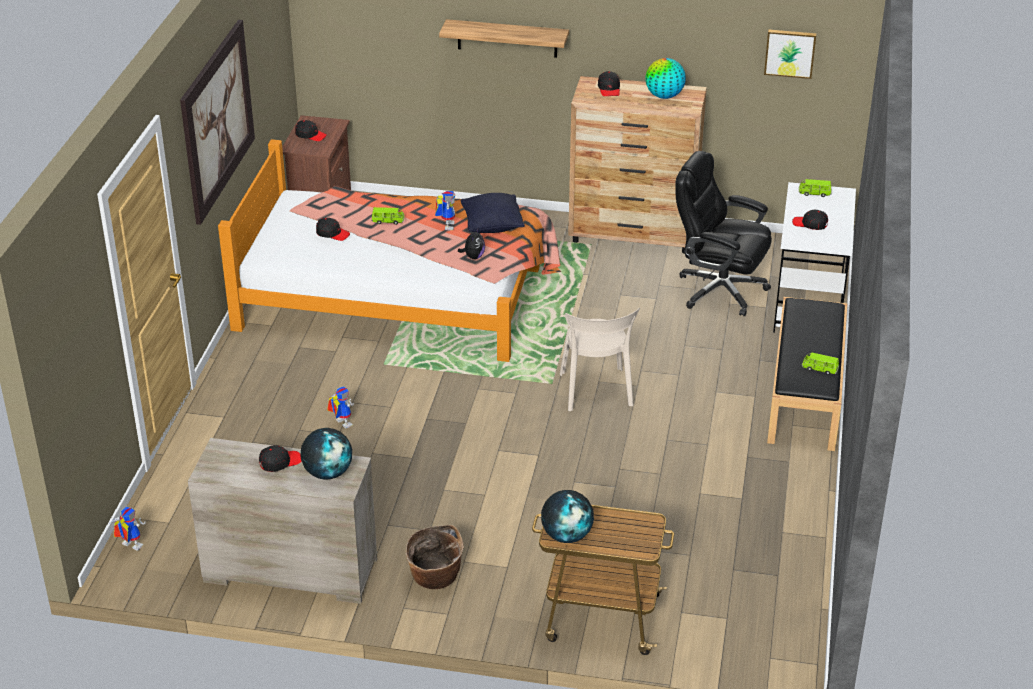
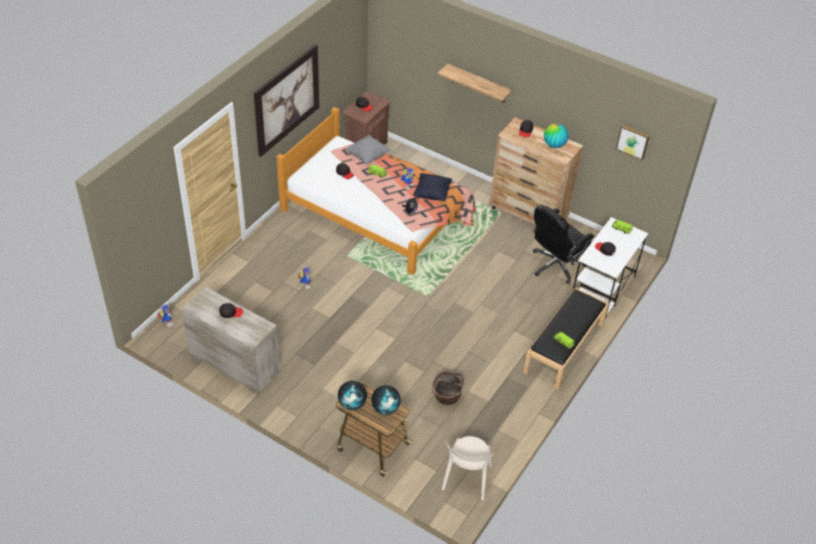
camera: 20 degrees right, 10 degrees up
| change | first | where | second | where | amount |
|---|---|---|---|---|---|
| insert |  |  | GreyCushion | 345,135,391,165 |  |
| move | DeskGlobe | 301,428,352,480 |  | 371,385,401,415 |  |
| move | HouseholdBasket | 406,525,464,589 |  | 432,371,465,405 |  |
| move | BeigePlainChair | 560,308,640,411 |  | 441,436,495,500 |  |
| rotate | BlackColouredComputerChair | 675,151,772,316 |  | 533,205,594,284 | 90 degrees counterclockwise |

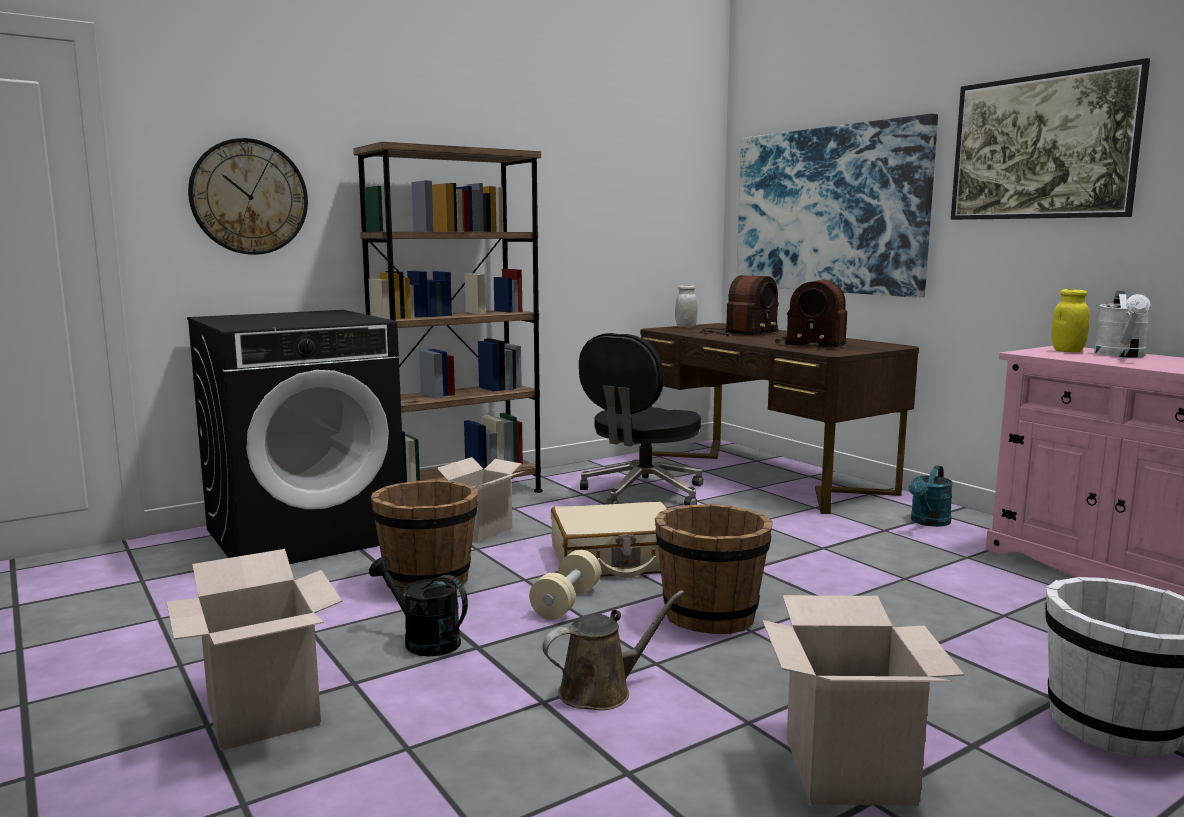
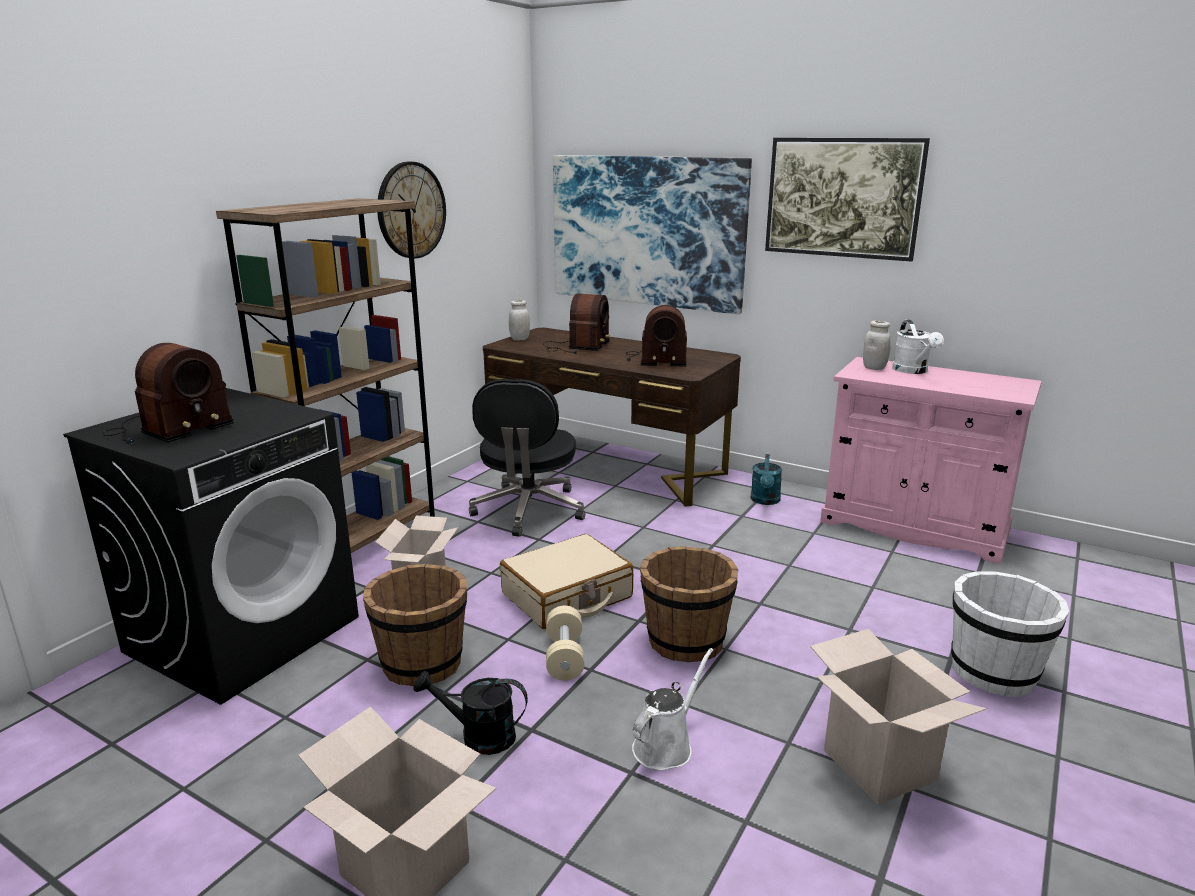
camera: 25 degrees left, 10 degrees up
| change | first | where | second | where | amount |
|---|---|---|---|---|---|
| insert |  |  | RadioSet | 102,343,234,445 |  |
| move | WallClock | 188,138,308,255 |  | 377,162,446,259 |  |
| recolor | BrownColouredWateringCan | 542,590,684,710 | WhitishWateringCan | 632,648,713,771 |  |
| recolor | YellowColouredPreserveJar | 1051,289,1089,352 | WhitishPreserveJar | 863,320,890,370 |  |

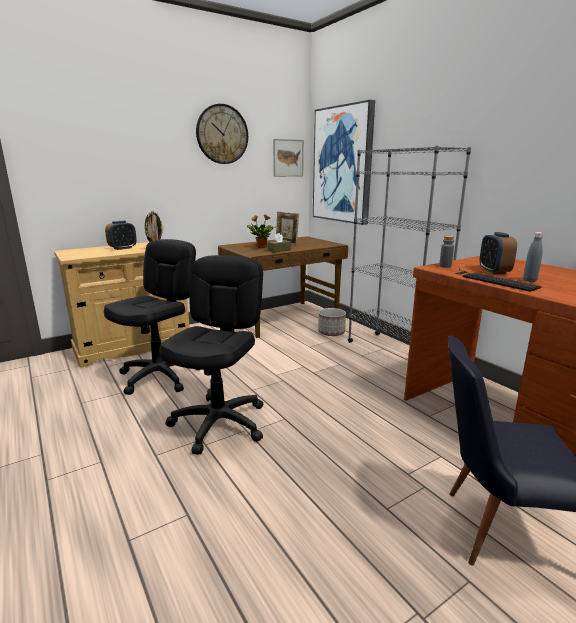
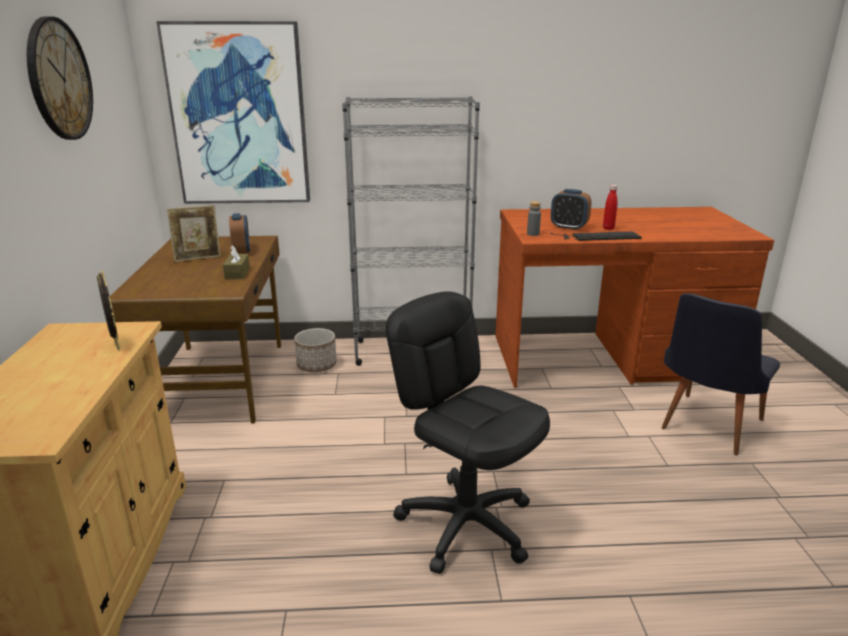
camera: 60 degrees left, 5 degrees up
| change | first | where | second | where | amount |
|---|---|---|---|---|---|
| delete | BlackColouredComputerChair | 104,239,200,395 |  |  |  |
| delete | PlantInAPot | 247,215,275,248 |  |  |  |
| delete | Picture | 273,139,304,177 |  |  |  |
| move | AlarmClock | 105,221,137,250 |  | 229,213,250,254 |  |
| recolor | GreyDrinkBottle | 523,232,543,282 | ReddishDrinkBottle | 603,185,618,230 |  |

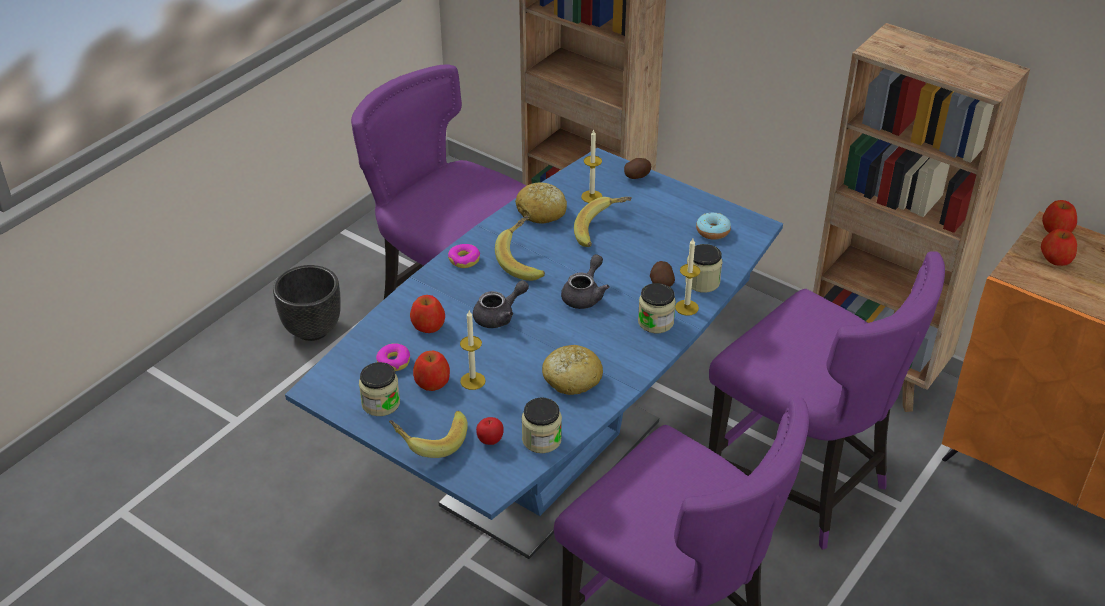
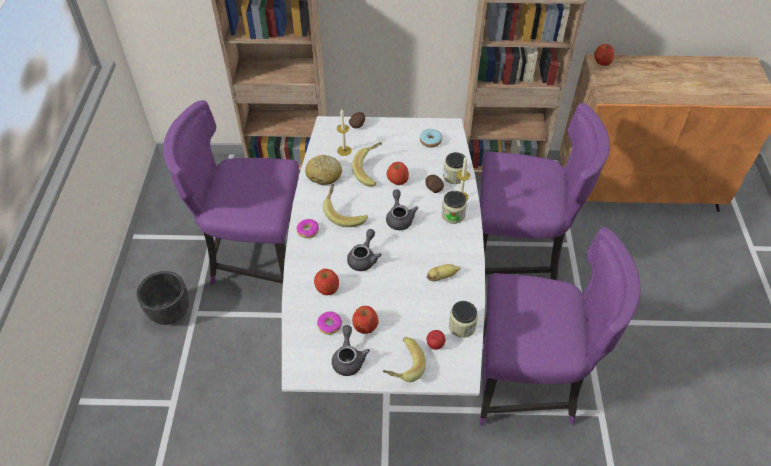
camera: 35 degrees left, 10 degrees up
| change | first | where | second | where | amount |
|---|---|---|---|---|---|
| delete | WaxLight | 460,311,486,390 |  |  |  |
| move | WholeApple | 1041,229,1077,266 |  | 387,162,409,185 |  |
| replace | PreserveJar | 359,362,400,416 | GreyPotForTea | 332,325,370,376 |  |
| replace | BakedBread | 542,345,603,395 | WholeBanana | 427,264,460,281 |  |
| recolor | BlueColouredKitchenTable | 285,148,783,559 | WhitishKitchenTable | 282,116,485,396 |  |

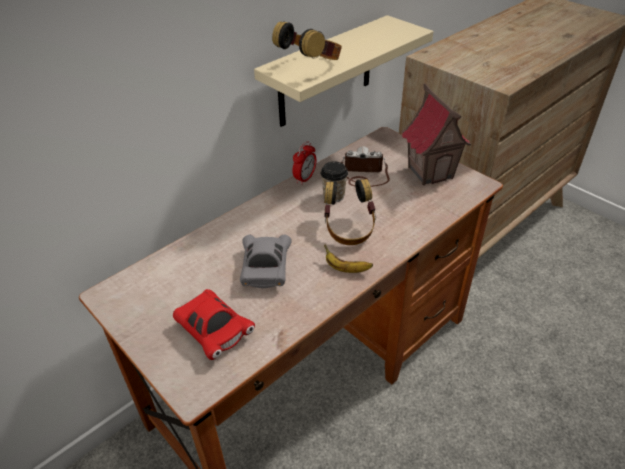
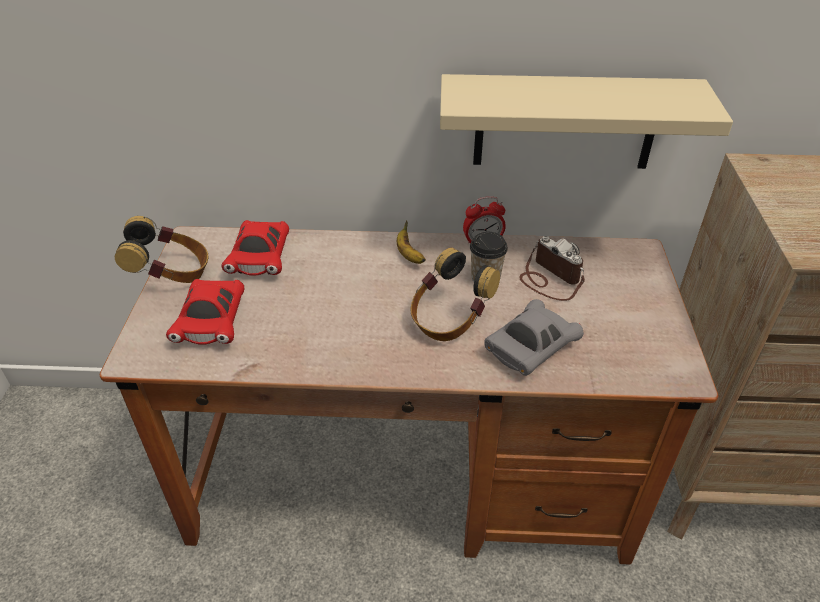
camera: 45 degrees right, 0 degrees up
| change | first | where | second | where | amount |
|---|---|---|---|---|---|
| delete | MiniatureHouse | 401,83,472,186 |  |  |  |
| insert |  |  | ReddishModelCar | 221,220,289,276 |  |
| move | GreyModelCar | 240,234,292,288 |  | 484,299,584,376 |  |
| move | Headset | 272,21,342,60 |  | 115,216,208,283 |  |
| move | WholeBanana | 324,244,373,273 |  | 397,220,426,264 |  |

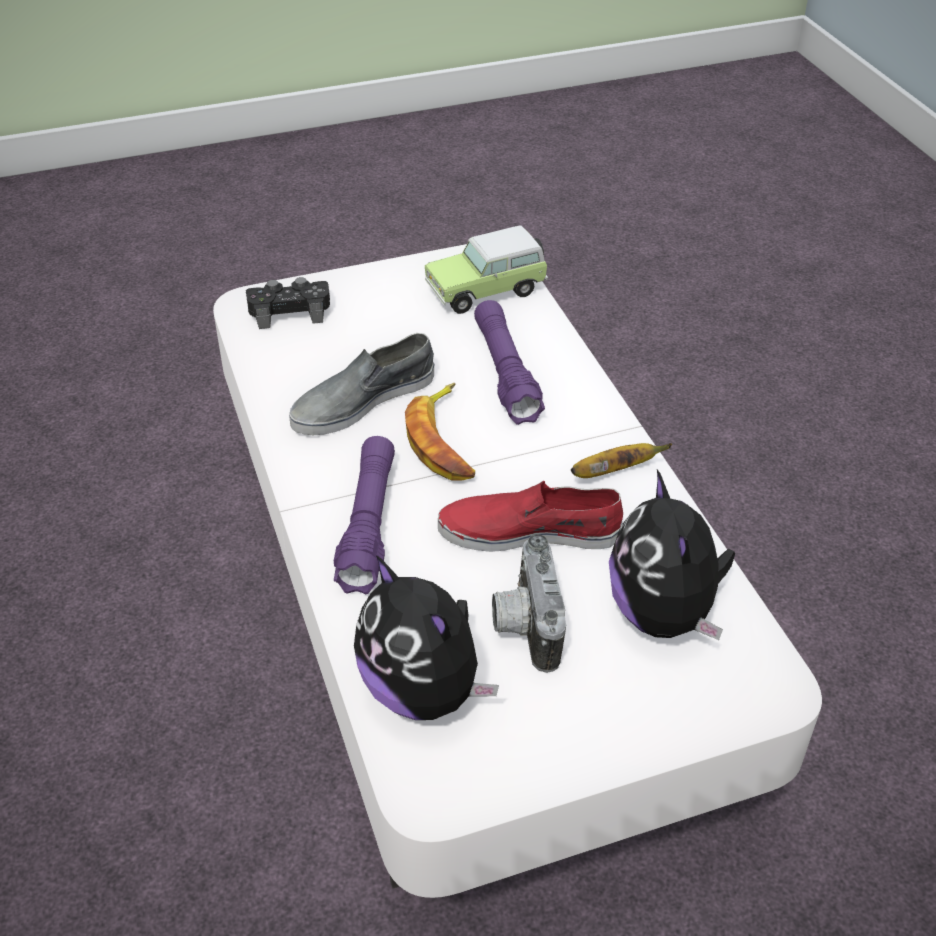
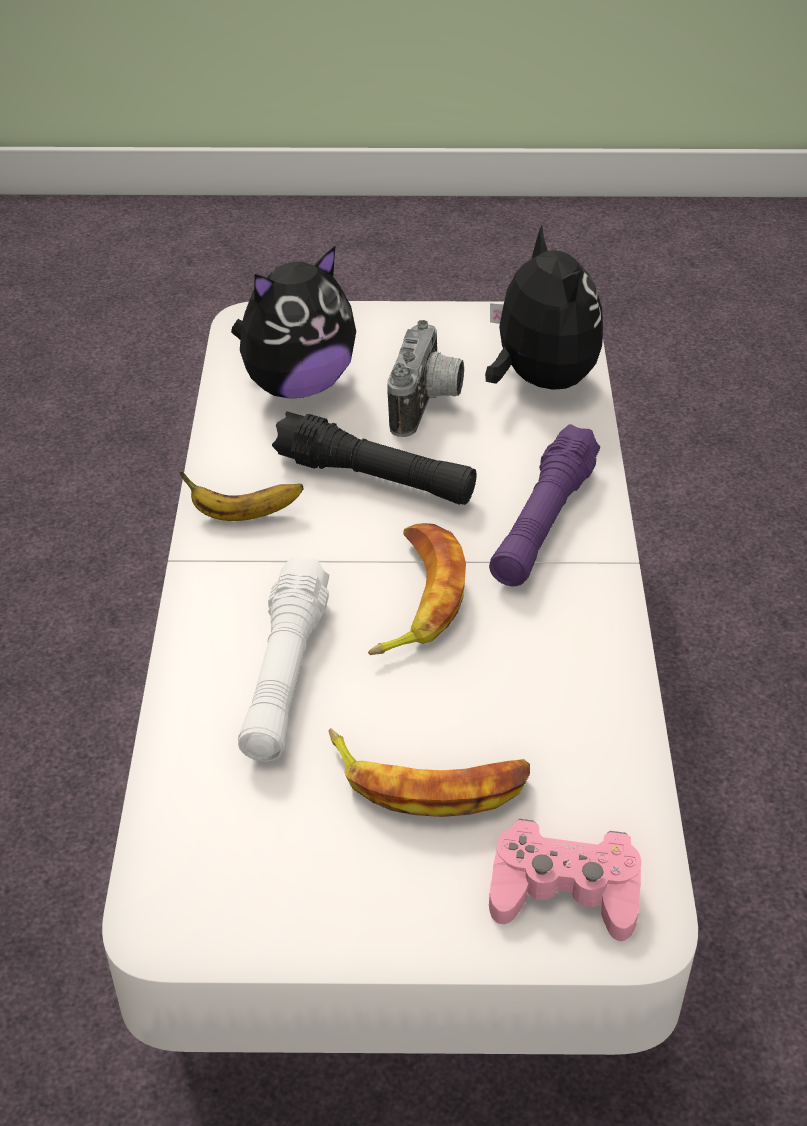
camera: 160 degrees left, 0 degrees up
| change | first | where | second | where | amount |
|---|---|---|---|---|---|
| delete | GreyLowShoe | 289,333,434,435 |  |  |  |
| delete | ModelCar | 425,226,548,314 |  |  |  |
| insert |  |  | WholeBanana | 328,728,530,817 |  |
| replace | ReddishLowShoe | 438,481,623,552 | BlackColouredHandTorch | 272,412,477,505 |  |
| recolor | BlackColouredGamepad | 246,277,330,329 | PinkColouredGamepad | 489,819,642,941 |  |
| recolor | PurplishHandTorch | 474,300,545,425 | WhitishHandTorch | 238,557,329,761 |  |
| rotate | PlushToy | 609,470,735,640 |  | 231,245,356,398 | 45 degrees clockwise |

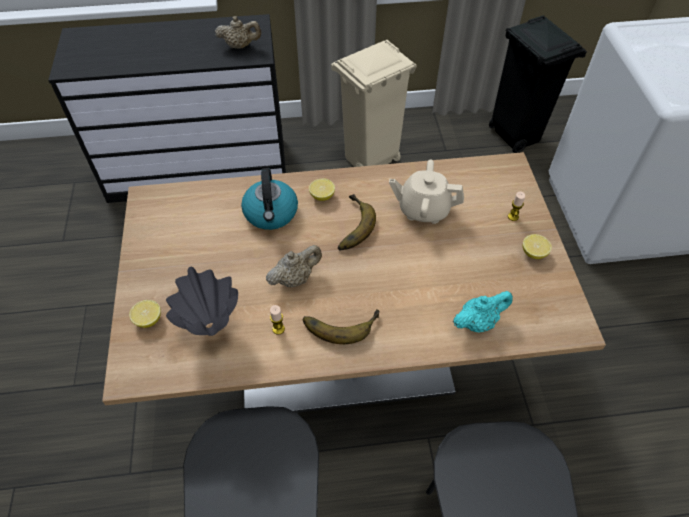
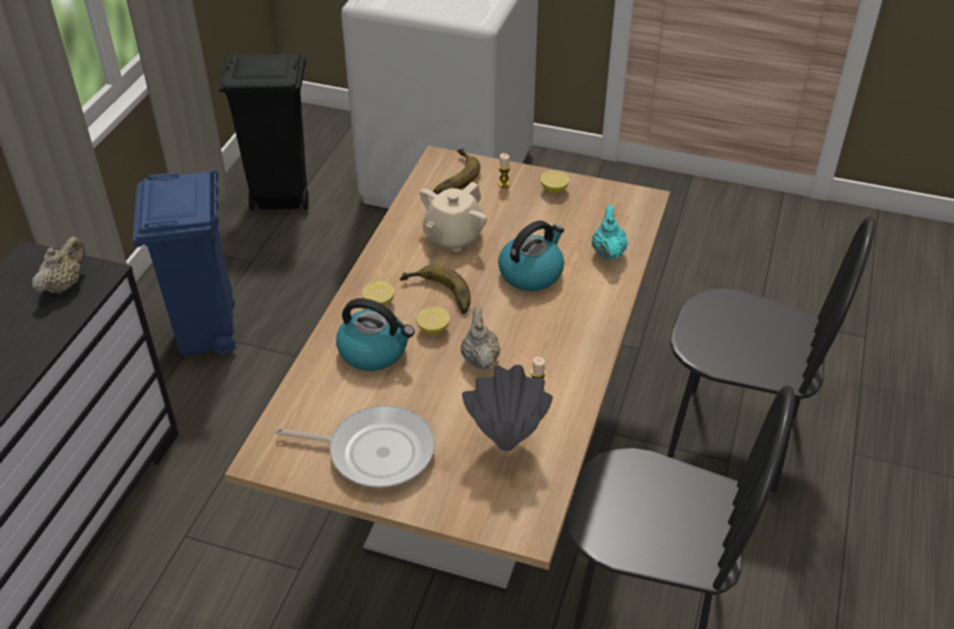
camera: 65 degrees left, 10 degrees down
| change | first | where | second | where | amount |
|---|---|---|---|---|---|
| insert |  |  | Pan | 275,405,435,488 |  |
| insert |  |  | TeaKettle | 498,220,564,291 |  |
| move | CitrusFruit | 129,300,161,328 |  | 416,307,450,334 |  |
| move | WholeBanana | 303,309,379,344 |  | 433,148,480,195 |  |
| recolor | BeigeTrashCan | 331,39,417,167 | BlueColouredTrashCan | 133,170,236,356 |  |

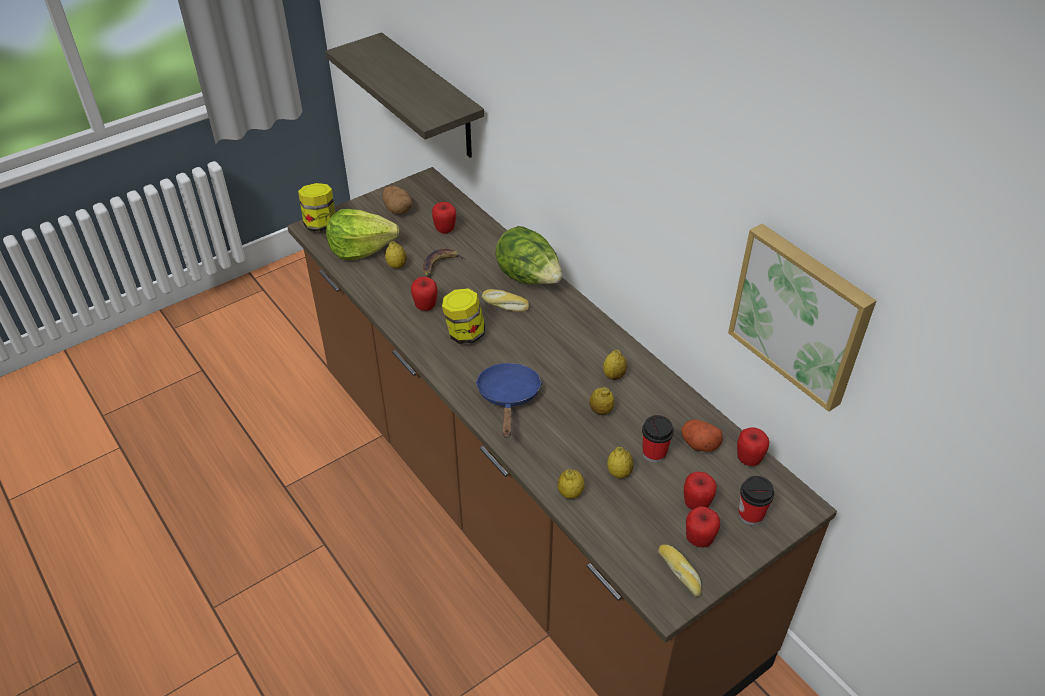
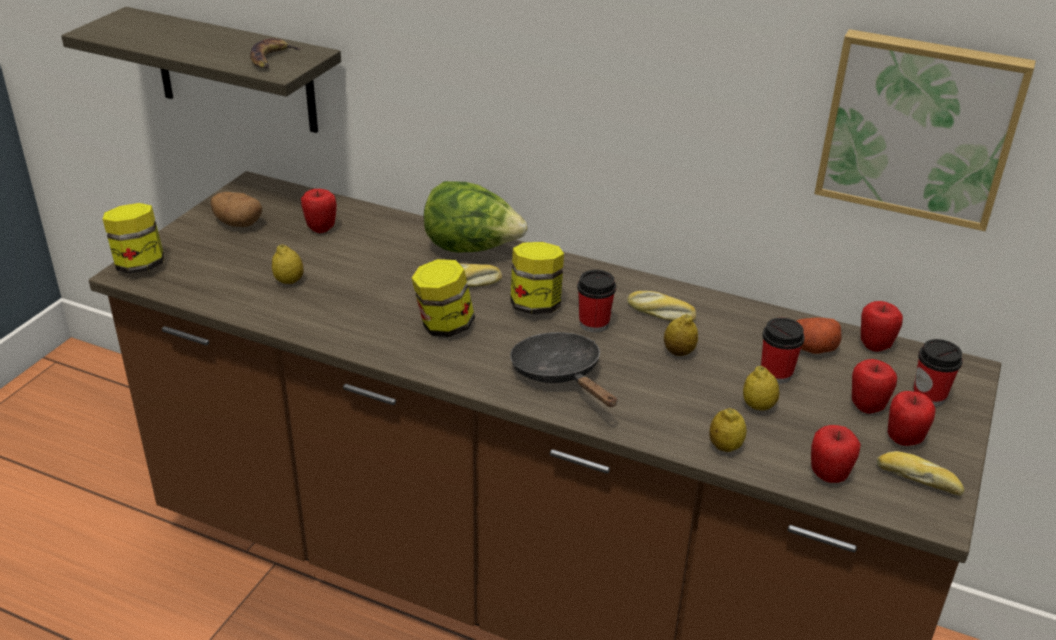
camera: 30 degrees left, 10 degrees down
| change | first | where | second | where | amount |
|---|---|---|---|---|---|
| delete | Lettuce | 326,209,399,260 |  |  |  |
| insert |  |  | PreserveJar | 510,242,564,314 |  |
| insert |  |  | SmallCup | 577,270,616,333 |  |
| move | WholeApple | 411,277,438,311 |  | 811,425,861,483 |  |
| move | WholeBanana | 423,248,467,277 |  | 250,38,302,69 |  |
| replace | CitrusFruit | 603,350,627,380 | BakedBread | 627,291,696,321 |  |
| recolor | BlueColouredPan | 476,363,542,438 | BlackColouredPan | 510,332,617,407 |  |

